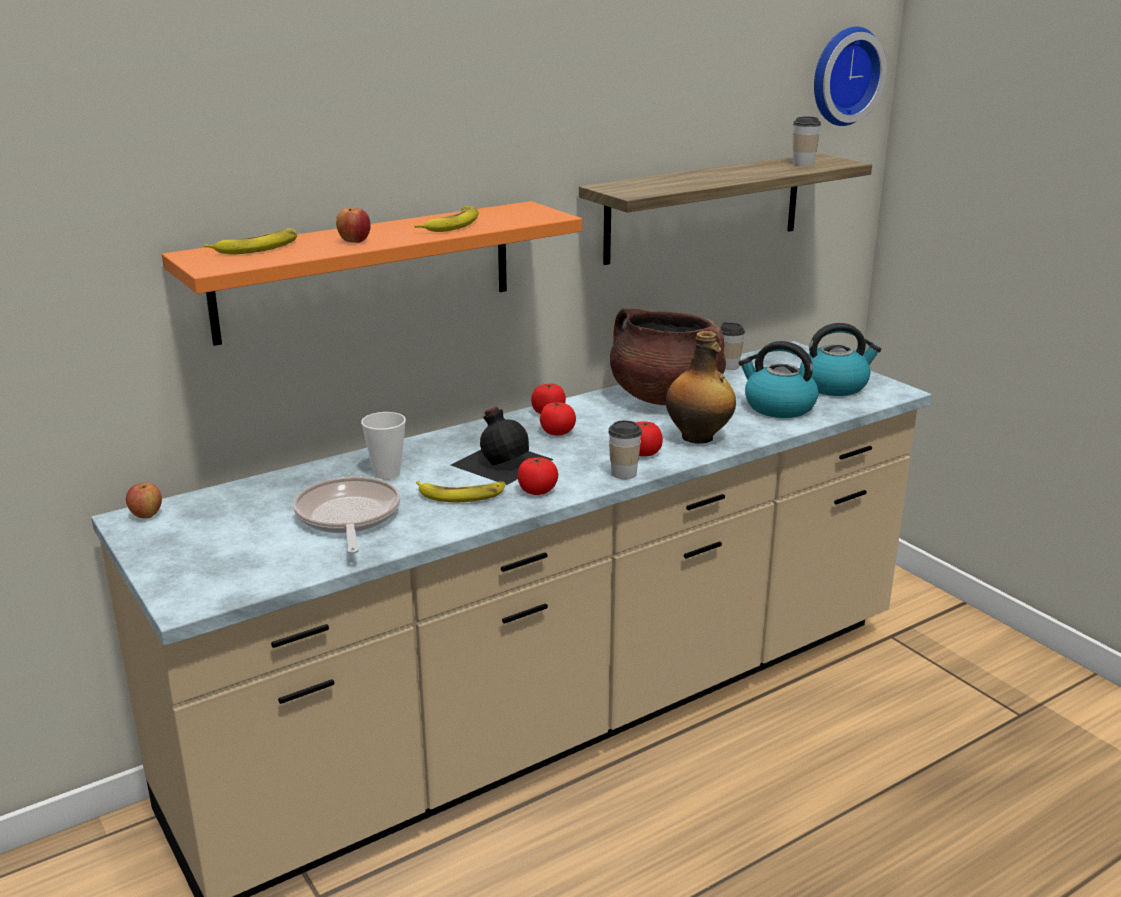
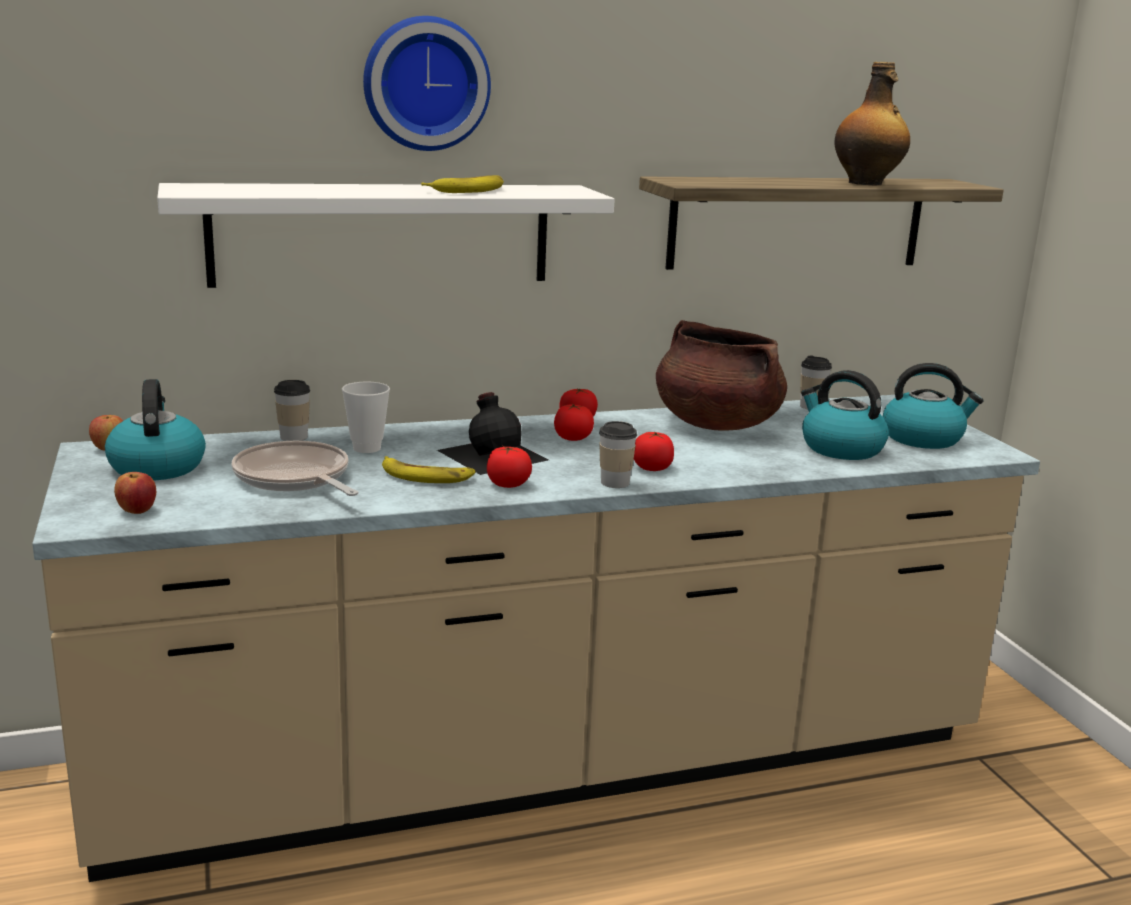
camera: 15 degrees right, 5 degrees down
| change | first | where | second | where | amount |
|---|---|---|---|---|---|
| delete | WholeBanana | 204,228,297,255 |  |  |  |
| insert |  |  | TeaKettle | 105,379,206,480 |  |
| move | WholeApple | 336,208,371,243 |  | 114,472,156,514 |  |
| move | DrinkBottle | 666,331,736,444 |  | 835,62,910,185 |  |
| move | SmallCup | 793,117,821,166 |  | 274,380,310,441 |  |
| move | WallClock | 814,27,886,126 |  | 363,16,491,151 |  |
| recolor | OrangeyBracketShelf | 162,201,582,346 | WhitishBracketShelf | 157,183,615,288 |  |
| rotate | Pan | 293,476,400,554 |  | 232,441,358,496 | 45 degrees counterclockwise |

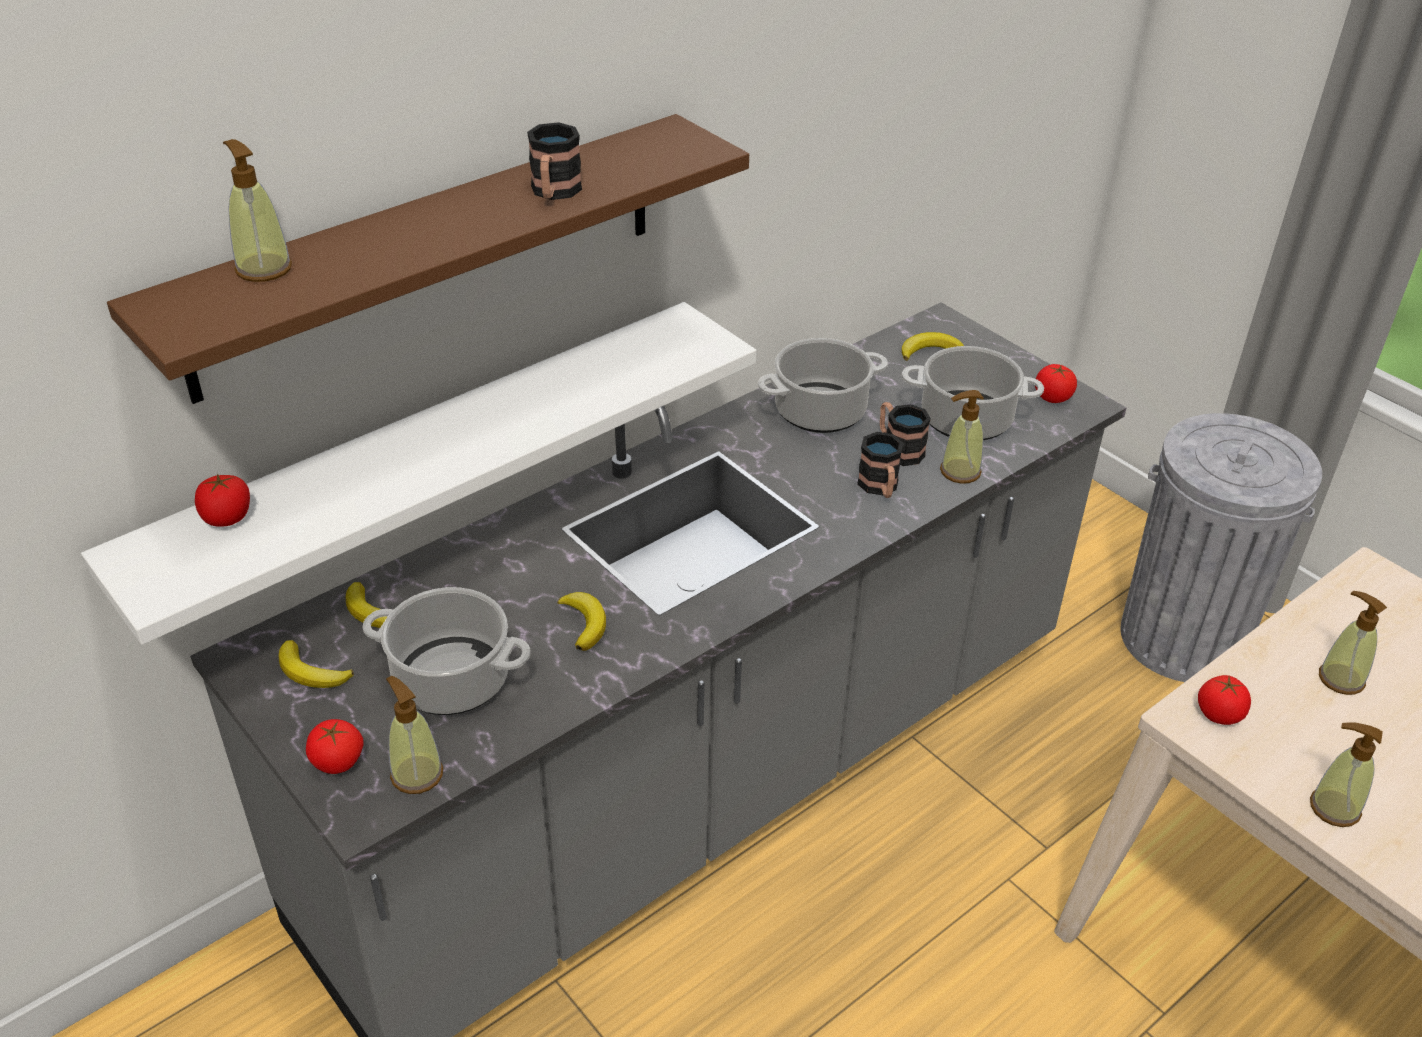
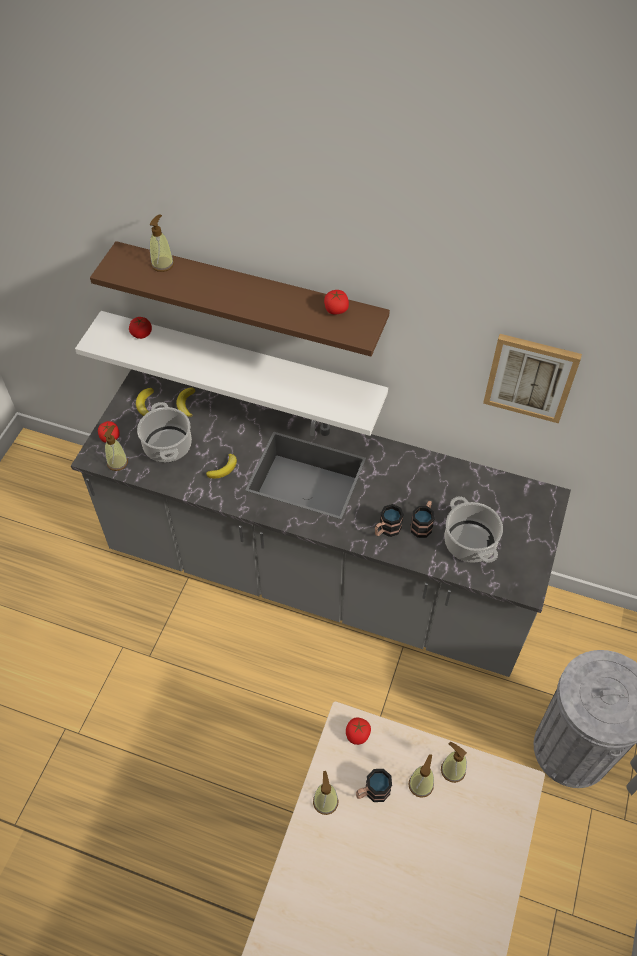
camera: 60 degrees right, 15 degrees up
| change | first | where | second | where | amount |
|---|---|---|---|---|---|
| delete | Stockpot | 758,338,888,433 |  |  |  |
| delete | WholeBanana | 902,332,964,361 |  |  |  |
| insert |  |  | Picture | 483,334,582,423 |  |
| move | Mug | 527,122,582,200 |  | 356,769,392,802 |  |
| move | LiquidSoapBottle | 940,390,984,484 |  | 441,742,467,783 |  |
| move | WholeTomato | 1035,364,1077,403 |  | 324,290,349,314 |  |

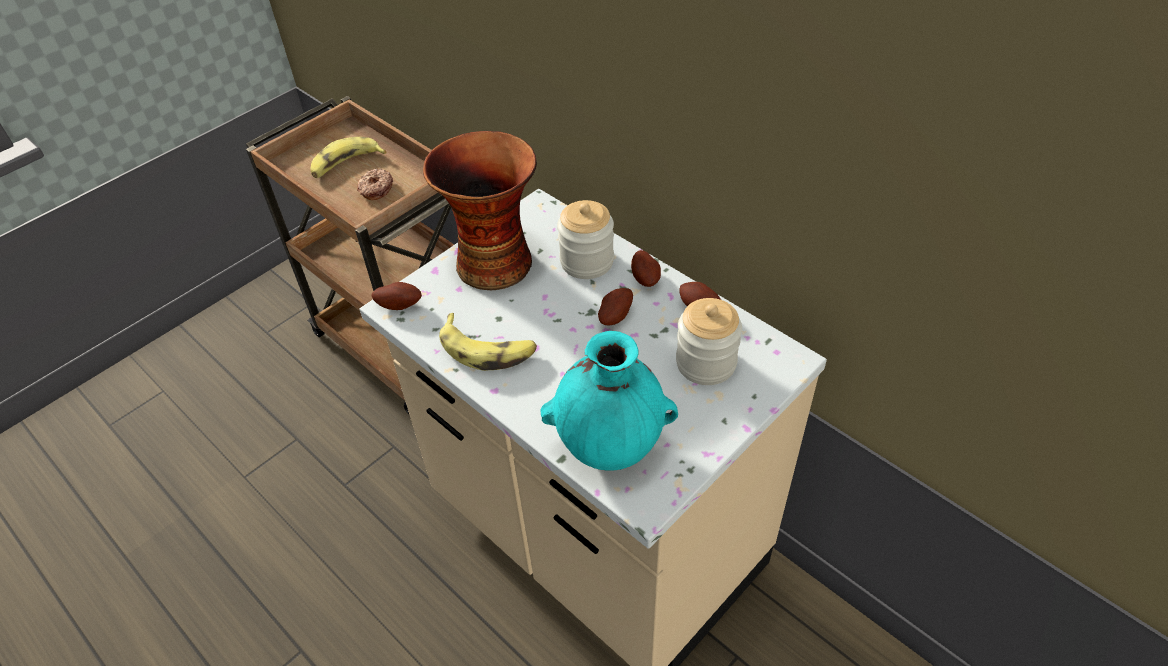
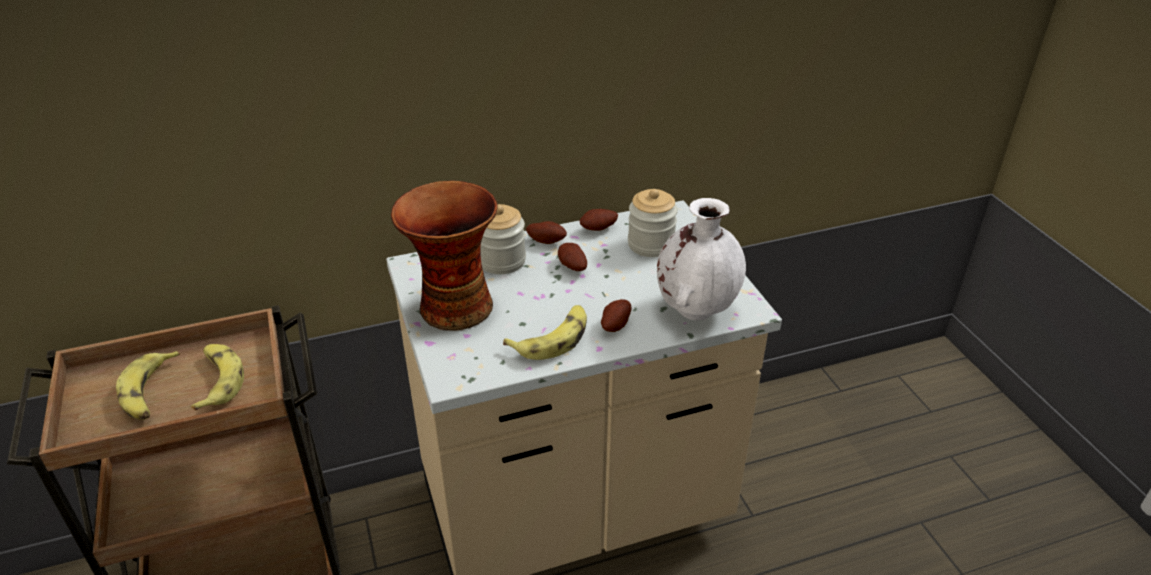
camera: 65 degrees left, 10 degrees down
| change | first | where | second | where | amount |
|---|---|---|---|---|---|
| move | Potato | 371,282,422,310 |  | 601,299,631,332 |  |
| replace | Donut | 357,169,393,200 | WholeBanana | 191,344,244,411 |  |
| recolor | TurquoiseColouredDecorativeVase | 540,331,678,471 | WhitishDecorativeVase | 657,198,746,321 |  |

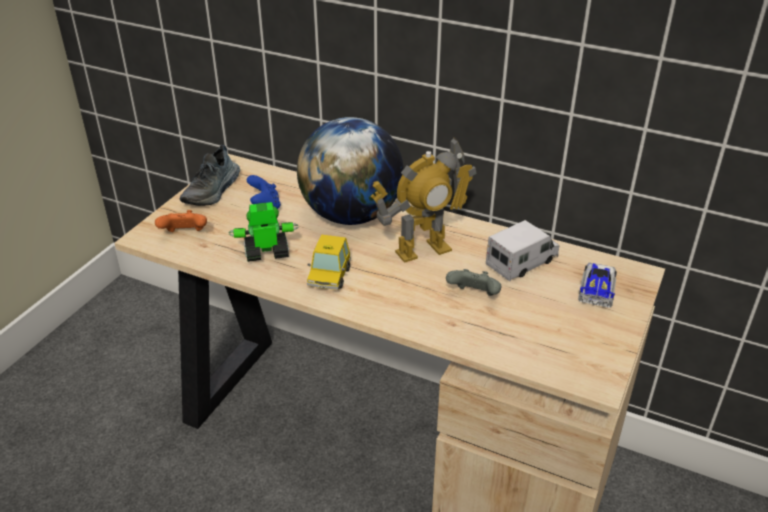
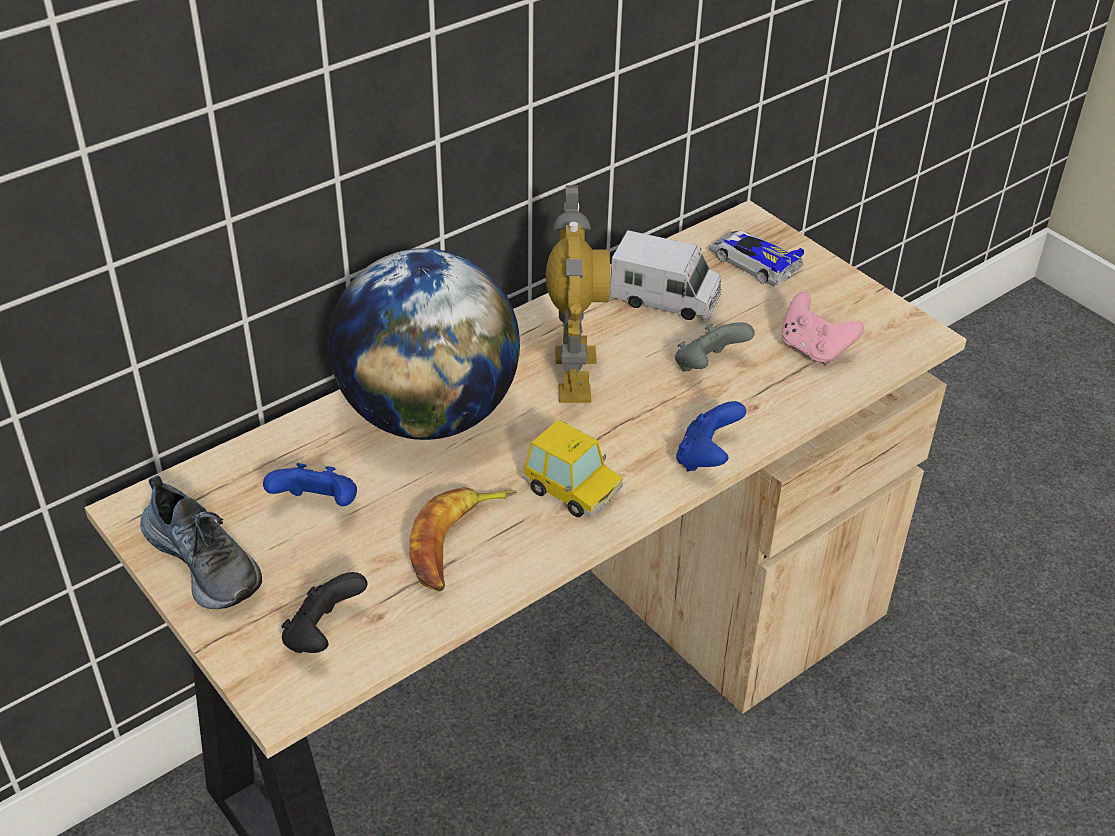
camera: 65 degrees left, 5 degrees up
| change | first | where | second | where | amount |
|---|---|---|---|---|---|
| insert |  |  | BlueColouredGamepad | 676,401,746,471 |  |
| insert |  |  | PinkColouredGamepad | 781,292,864,365 |  |
| replace | ToyRobot | 228,202,299,262 | WholeBanana | 410,487,517,592 |  |
| recolor | OrangeyGamepad | 155,210,207,232 | BlackColouredGamepad | 281,572,368,653 |  |
| rotate | ToyLorry | 486,220,559,281 |  | 609,230,722,320 | 120 degrees clockwise |

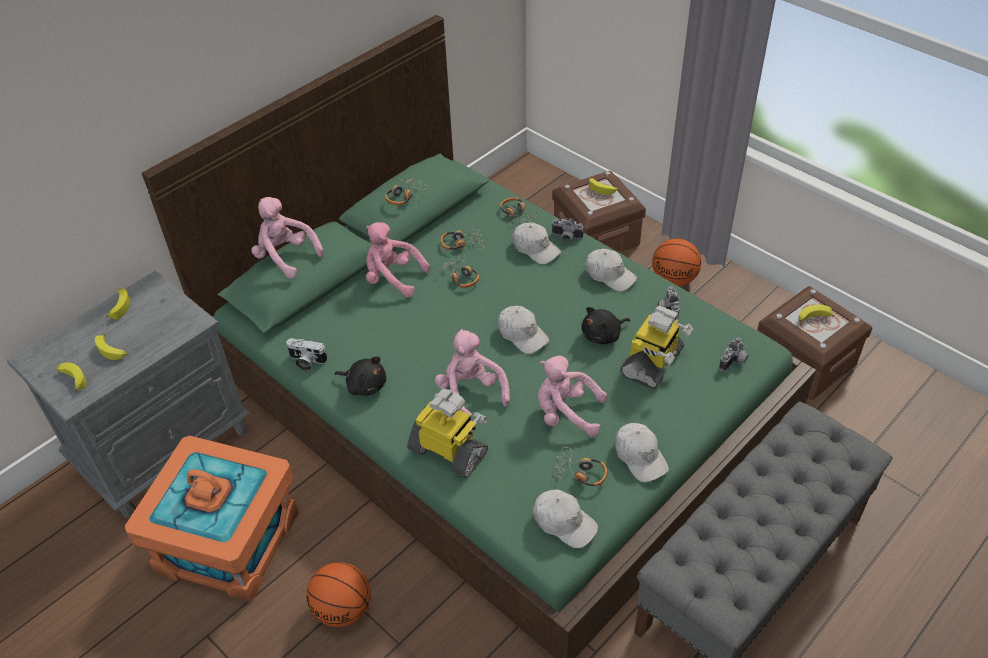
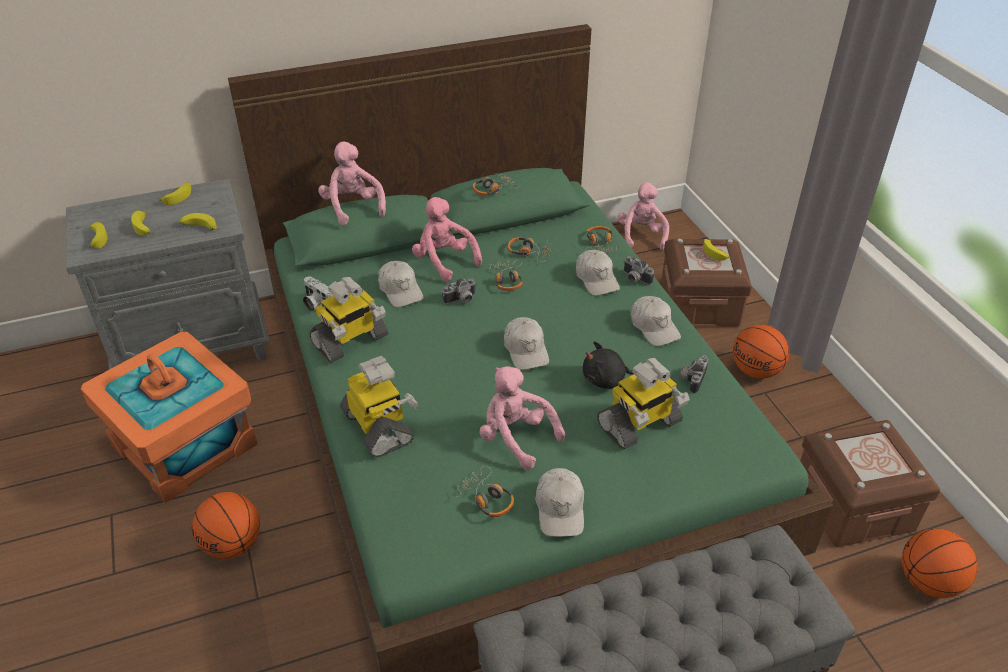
camera: 25 degrees right, 5 degrees down
| change | first | where | second | where | amount |
|---|---|---|---|---|---|
| insert |  |  | BallForBasketball | 902,528,977,598 |  |
| move | PinkColouredPlushToy | 435,329,510,417 |  | 618,182,669,250 |  |
| move | WhitishCap | 533,490,598,548 |  | 378,261,424,308 |  |
| move | PhotoCamera | 719,337,749,372 |  | 442,278,476,305 |  |
| move | WholeBanana | 799,305,834,321 |  | 179,213,217,230 |  |
| replace | BlackColouredPlushToy | 335,356,386,396 | ToyRobot | 309,277,388,363 |  |

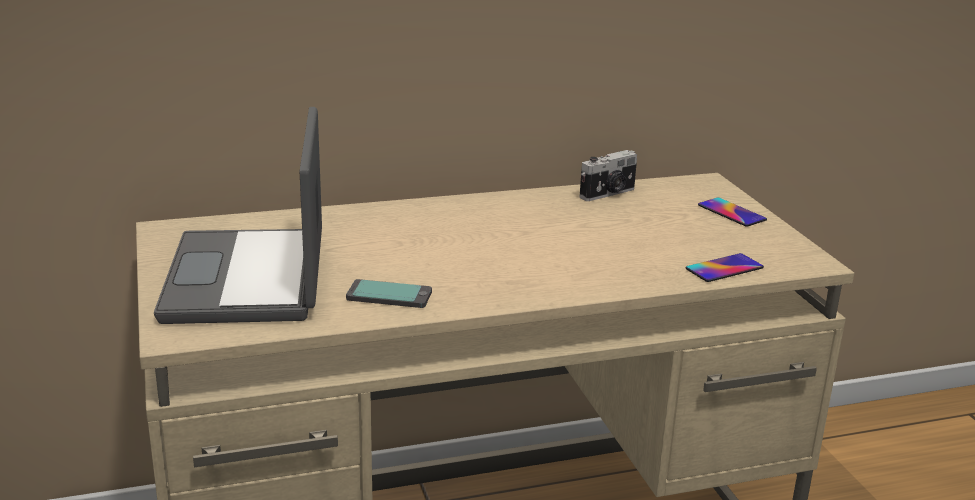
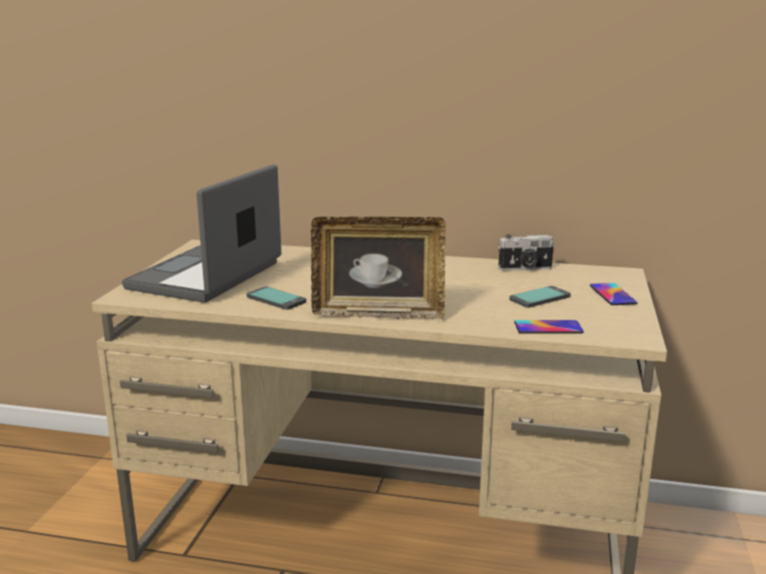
camera: 30 degrees right, 5 degrees down
| change | first | where | second | where | amount |
|---|---|---|---|---|---|
| insert |  |  | StandingFrame | 311,216,446,320 |  |
| insert |  |  | Handset | 509,286,571,308 |  |

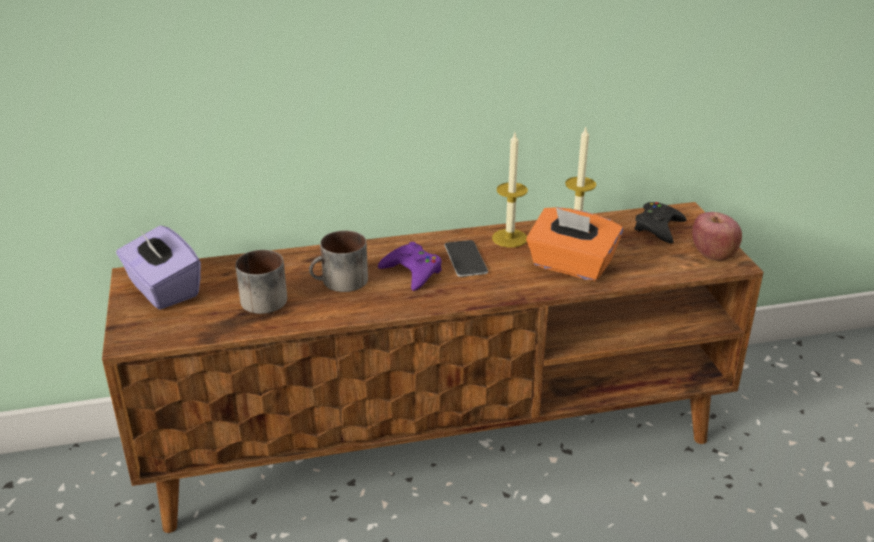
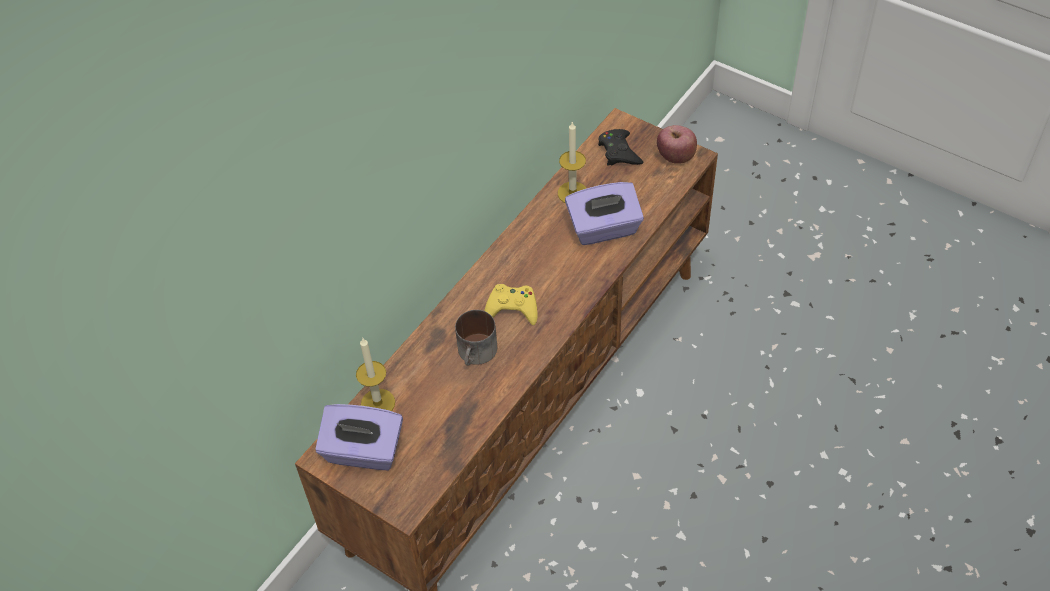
camera: 40 degrees left, 20 degrees up
| change | first | where | second | where | amount |
|---|---|---|---|---|---|
| delete | Mug | 235,250,287,314 |  |  |  |
| delete | Handset | 444,240,488,277 |  |  |  |
| move | WaxLight | 492,133,528,247 |  | 356,338,395,411 |  |
| recolor | PurplishGamepad | 378,242,442,291 | YellowColouredGamepad | 484,284,538,325 |  |
| recolor | OrangeyTissueHolder | 526,207,623,281 | PurplishTissueHolder | 565,182,644,245 |  |

